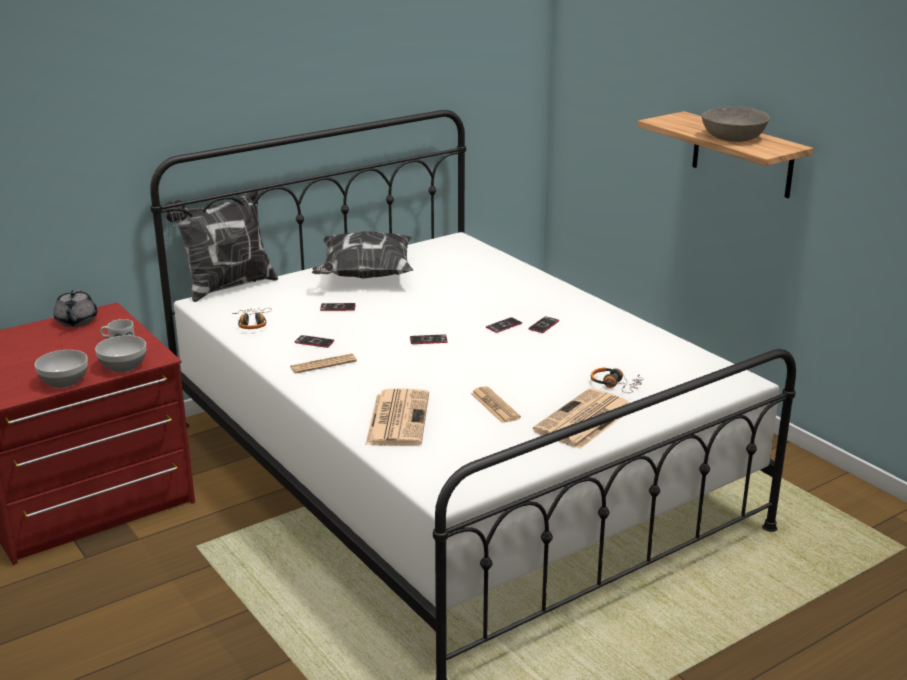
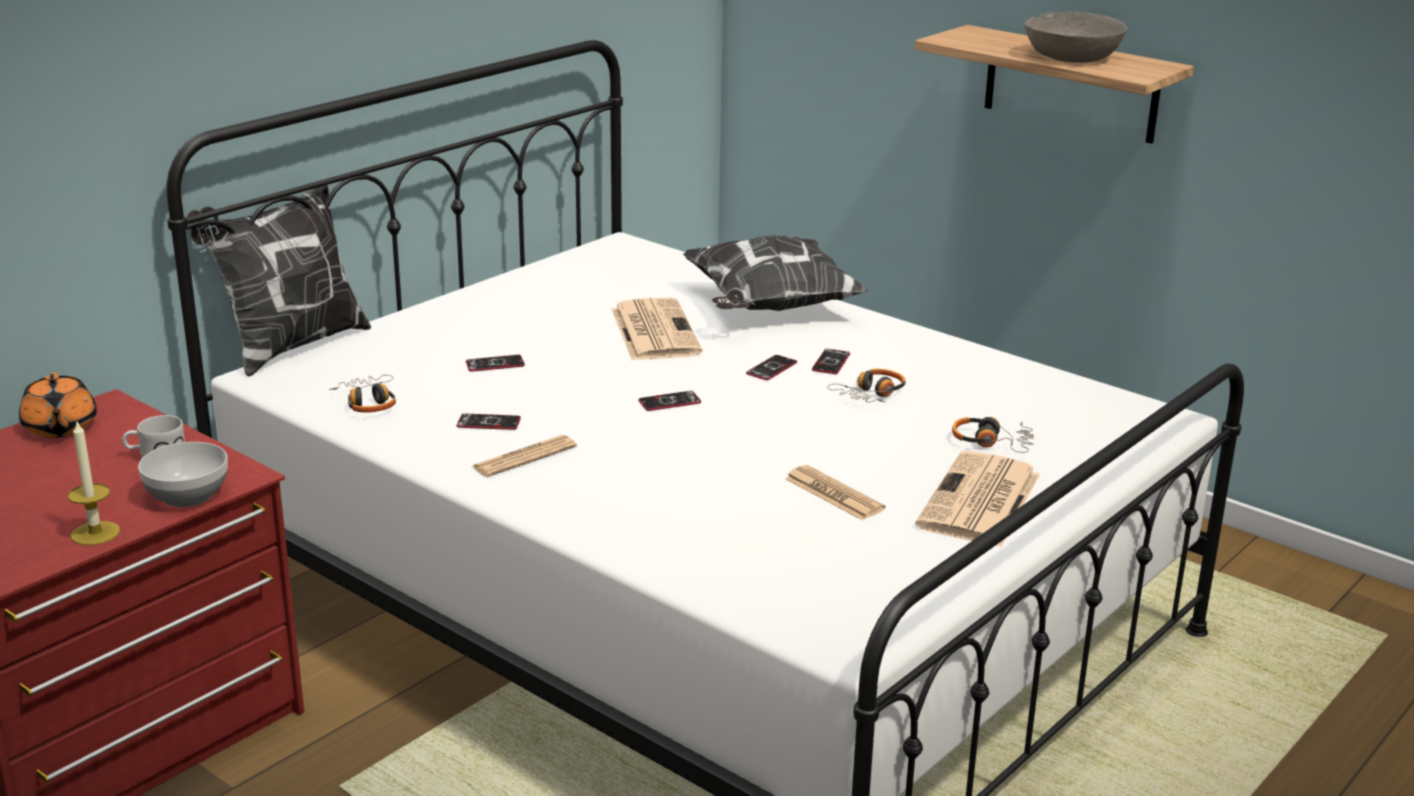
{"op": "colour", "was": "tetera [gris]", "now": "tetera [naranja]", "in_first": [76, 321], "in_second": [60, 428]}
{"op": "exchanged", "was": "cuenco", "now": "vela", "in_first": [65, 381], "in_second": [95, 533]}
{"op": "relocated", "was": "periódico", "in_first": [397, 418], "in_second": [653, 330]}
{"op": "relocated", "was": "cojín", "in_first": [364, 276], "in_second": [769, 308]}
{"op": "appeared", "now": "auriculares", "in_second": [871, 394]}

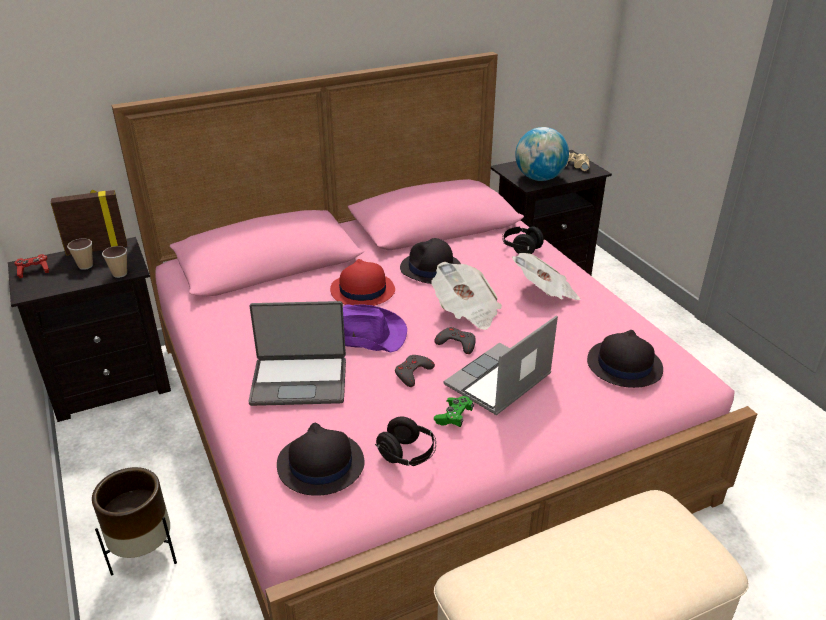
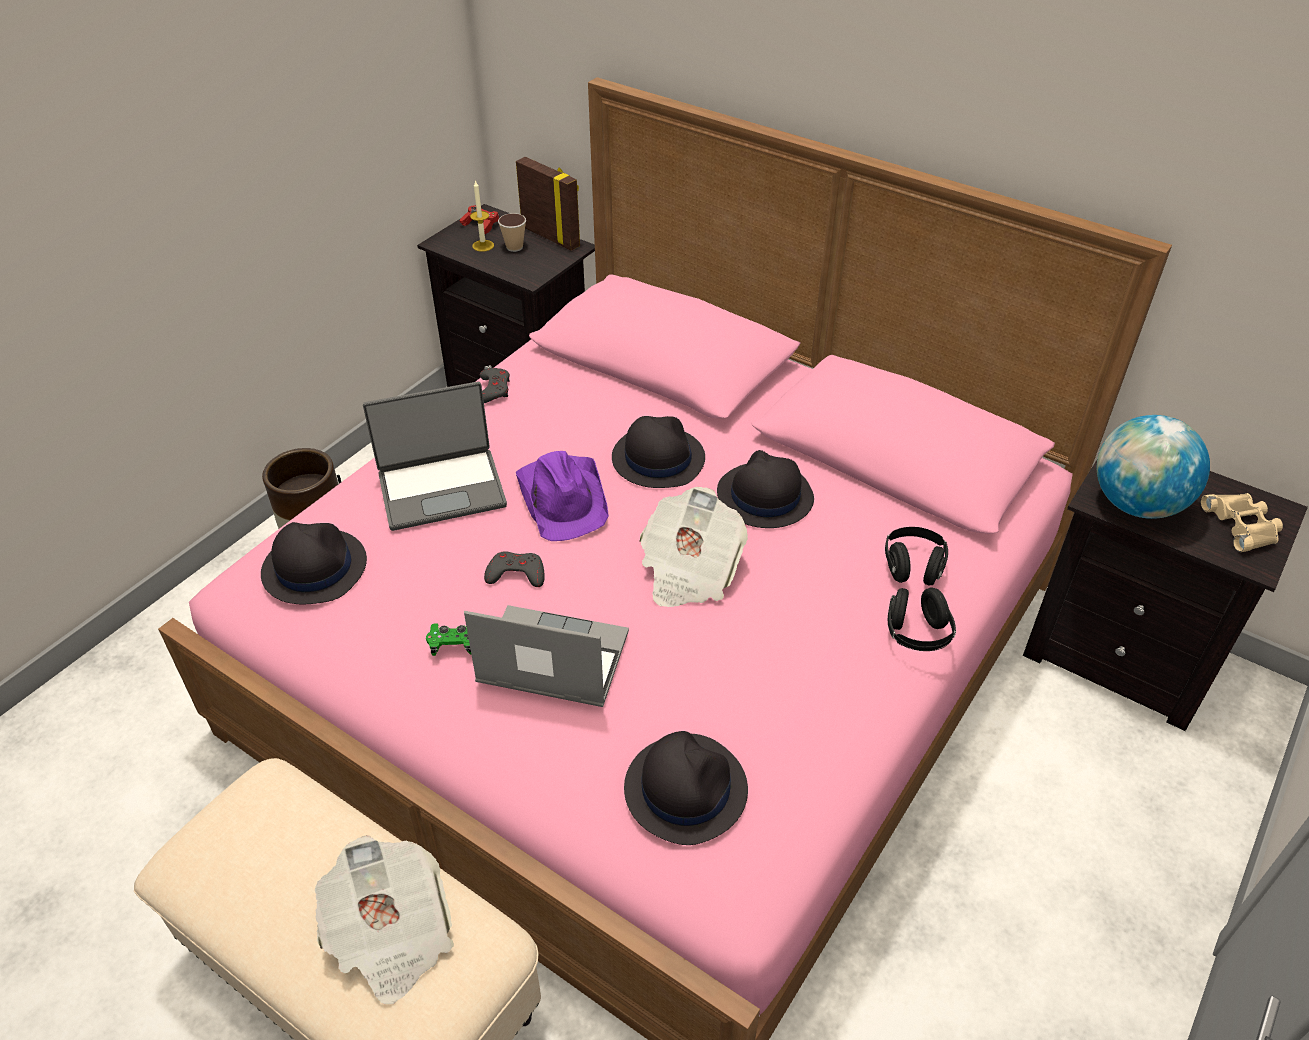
{"op": "relocated", "was": "periódico", "in_first": [545, 293], "in_second": [390, 935]}
{"op": "spun", "was": "portátil", "in_first": [299, 380], "in_second": [442, 489], "clockwise": -75}
{"op": "appeared", "now": "vela", "in_second": [483, 245]}
{"op": "relocated", "was": "mando de consola [gris]", "in_first": [456, 343], "in_second": [494, 389]}
{"op": "colour", "was": "sombrero [rojo]", "now": "sombrero [negro]", "in_first": [362, 290], "in_second": [657, 458]}
{"op": "relocated", "was": "auriculares [negro]", "in_first": [407, 455], "in_second": [916, 634]}
{"op": "missing", "was": "taza", "in_first": [120, 274]}

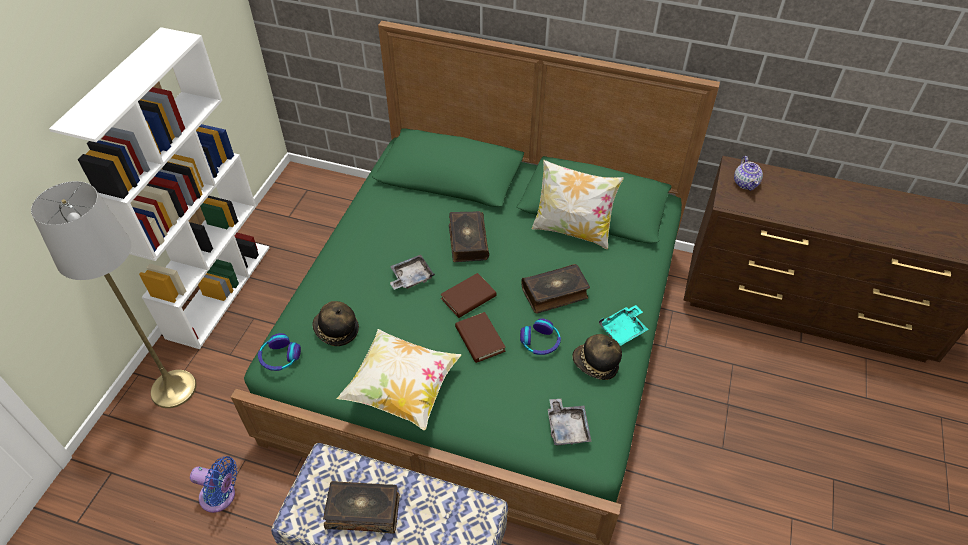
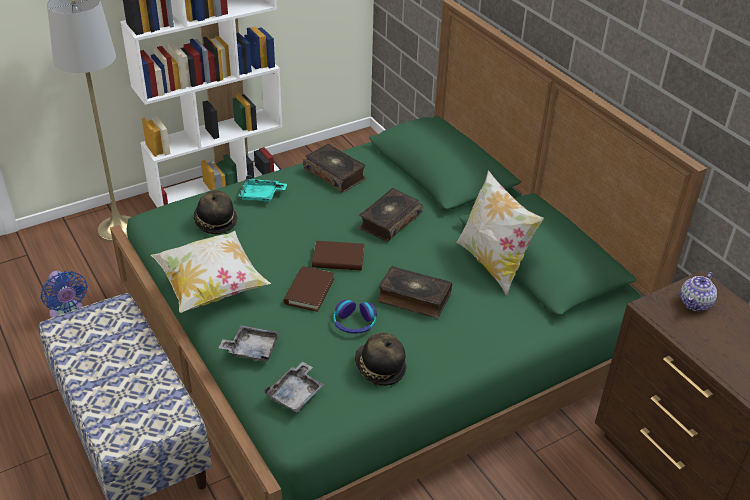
{"op": "relocated", "was": "bandeja [gris]", "in_first": [411, 277], "in_second": [252, 349]}
{"op": "relocated", "was": "bandeja [turquesa]", "in_first": [623, 330], "in_second": [261, 195]}
{"op": "relocated", "was": "libro", "in_first": [363, 510], "in_second": [335, 174]}
{"op": "missing", "was": "auriculares", "in_first": [280, 357]}

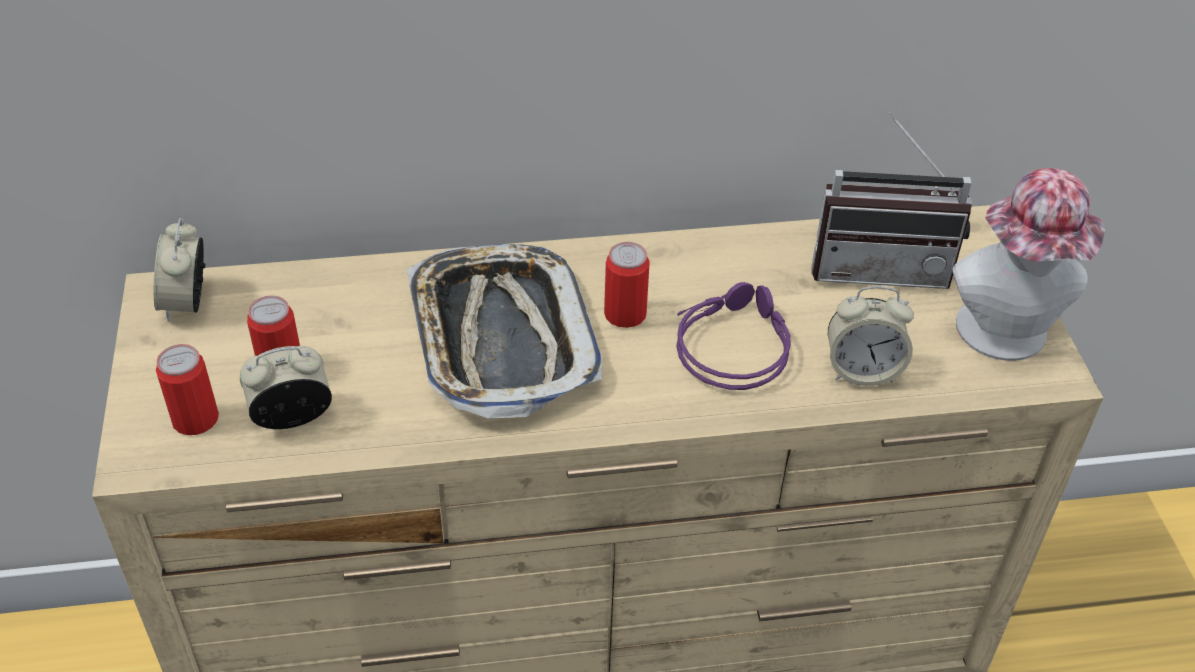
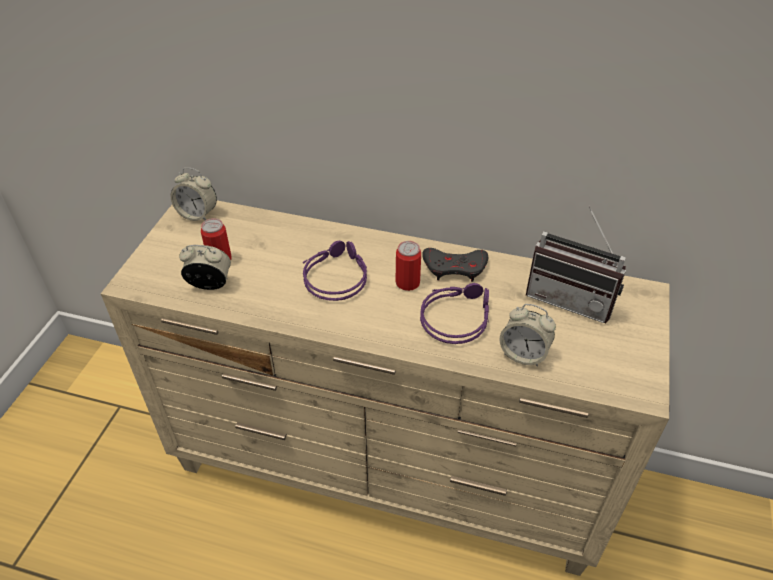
{"op": "spun", "was": "despertador", "in_first": [187, 302], "in_second": [198, 214], "clockwise": -90}
{"op": "exchanged", "was": "bandeja", "now": "auriculares [morado]", "in_first": [500, 338], "in_second": [335, 276]}
{"op": "appeared", "now": "mando de consola [gris]", "in_second": [455, 268]}
{"op": "missing", "was": "lata", "in_first": [195, 419]}
{"op": "missing", "was": "sombrero", "in_first": [1005, 338]}

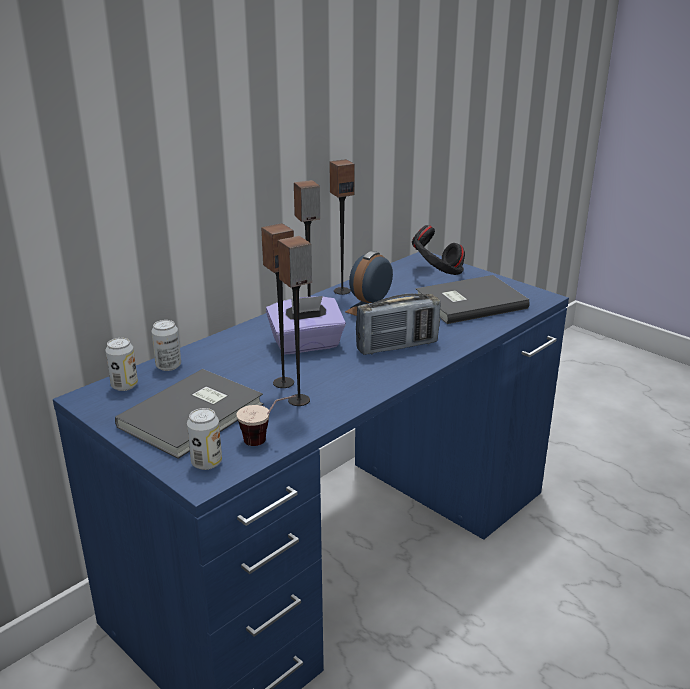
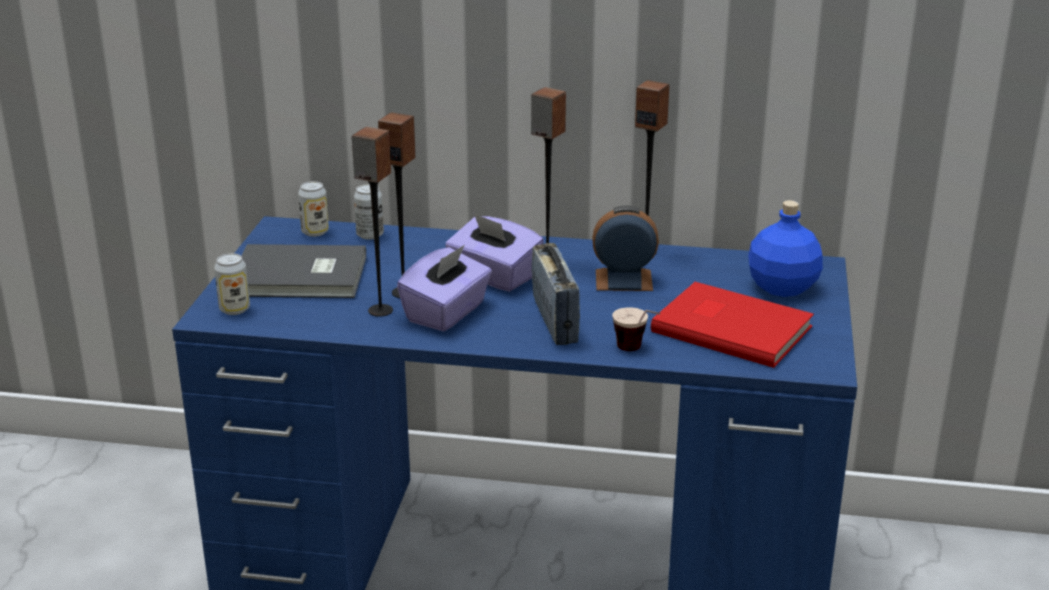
{"op": "appeared", "now": "caja de pañuelos [morado]", "in_second": [447, 313]}
{"op": "spun", "was": "radio", "in_first": [397, 346], "in_second": [555, 321], "clockwise": -135}
{"op": "relocated", "was": "taza", "in_first": [268, 441], "in_second": [637, 352]}
{"op": "colour", "was": "libro [gris]", "now": "libro [rojo]", "in_first": [468, 302], "in_second": [731, 327]}
{"op": "exchanged", "was": "auriculares [negro]", "now": "botella [azul]", "in_first": [437, 274], "in_second": [781, 287]}

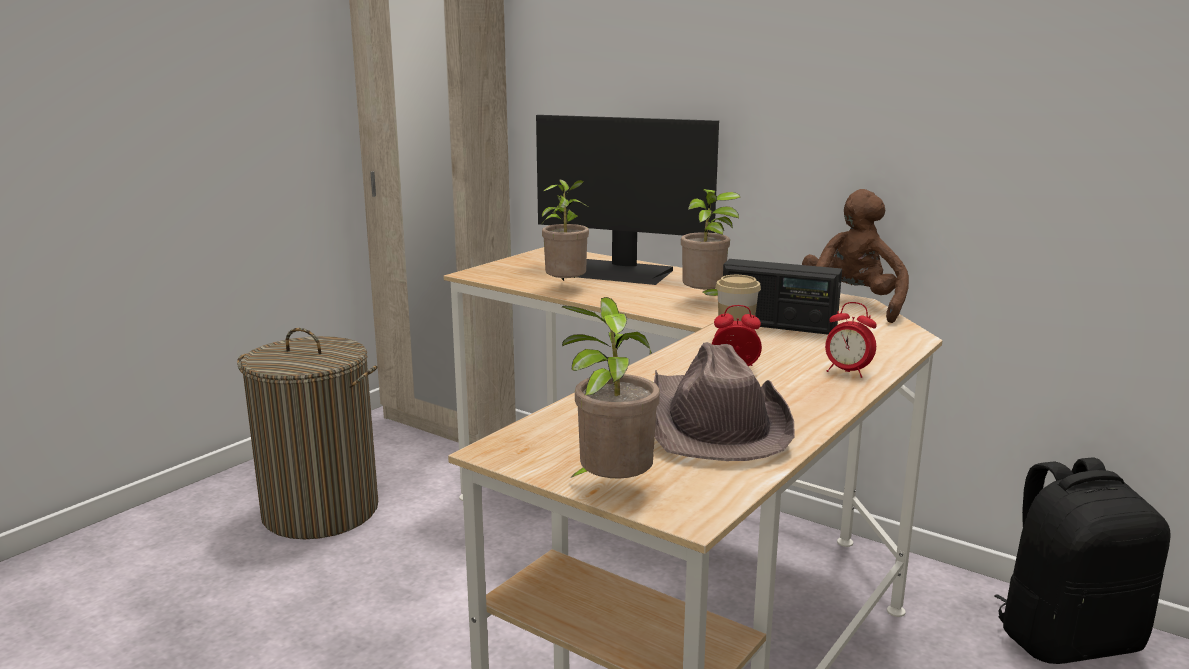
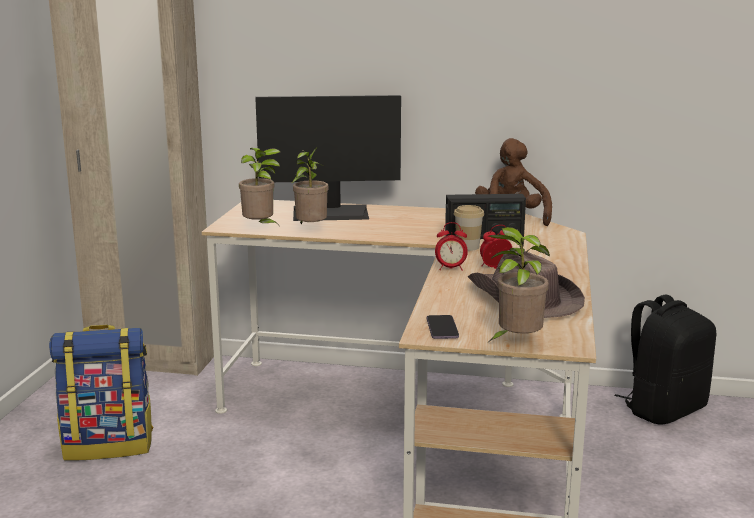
{"op": "exchanged", "was": "cesto de la ropa", "now": "mochila", "in_first": [321, 511], "in_second": [109, 445]}
{"op": "relocated", "was": "planta en maceta", "in_first": [706, 301], "in_second": [260, 227]}
{"op": "appeared", "now": "móvil", "in_second": [442, 329]}
{"op": "relocated", "was": "despertador", "in_first": [847, 372], "in_second": [450, 268]}

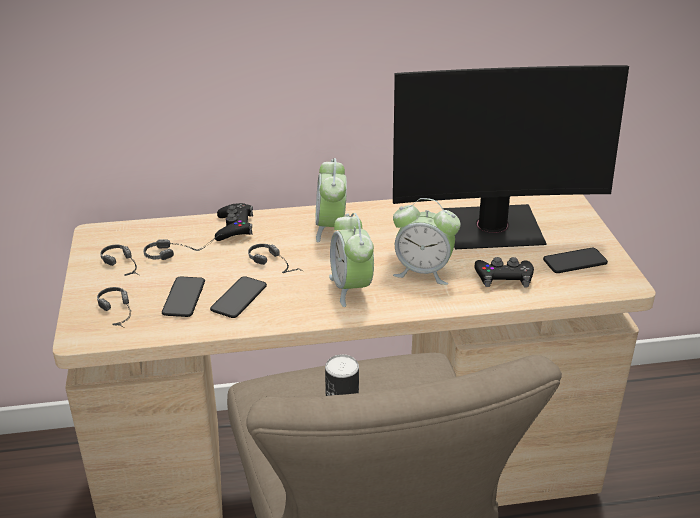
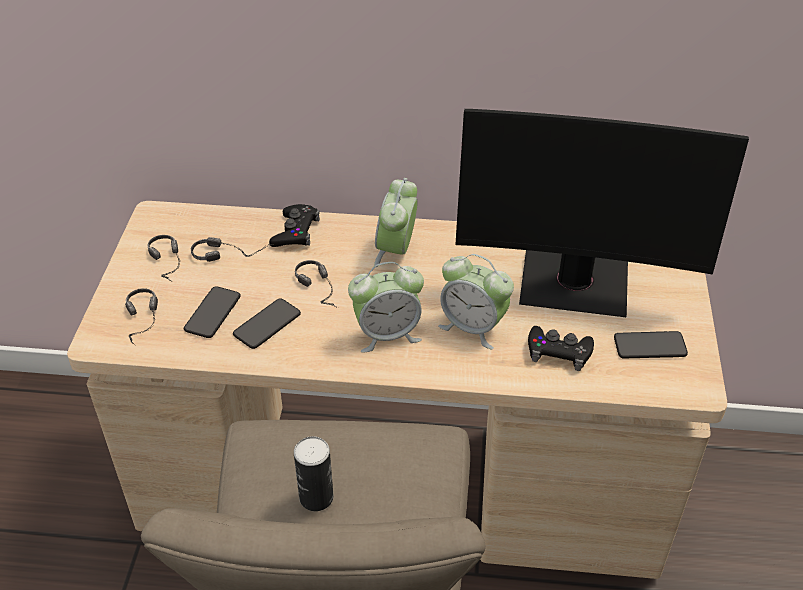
{"op": "spun", "was": "despertador", "in_first": [351, 288], "in_second": [387, 334], "clockwise": -105}

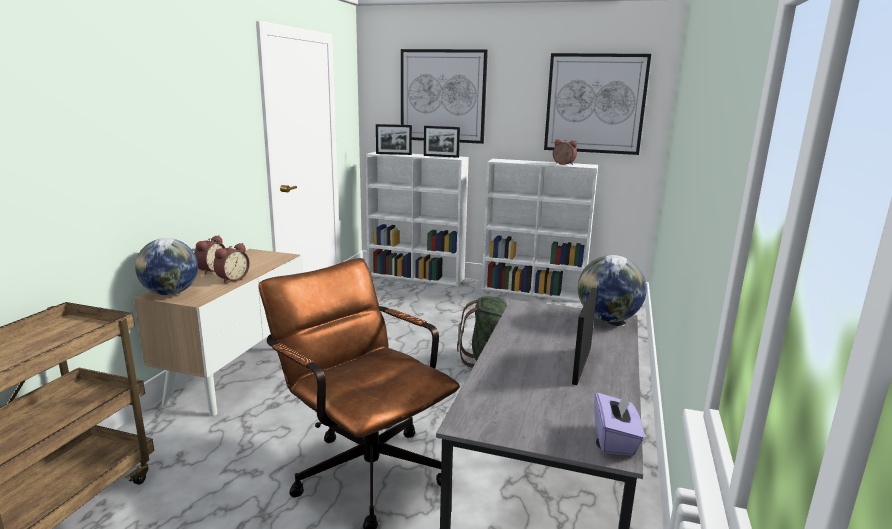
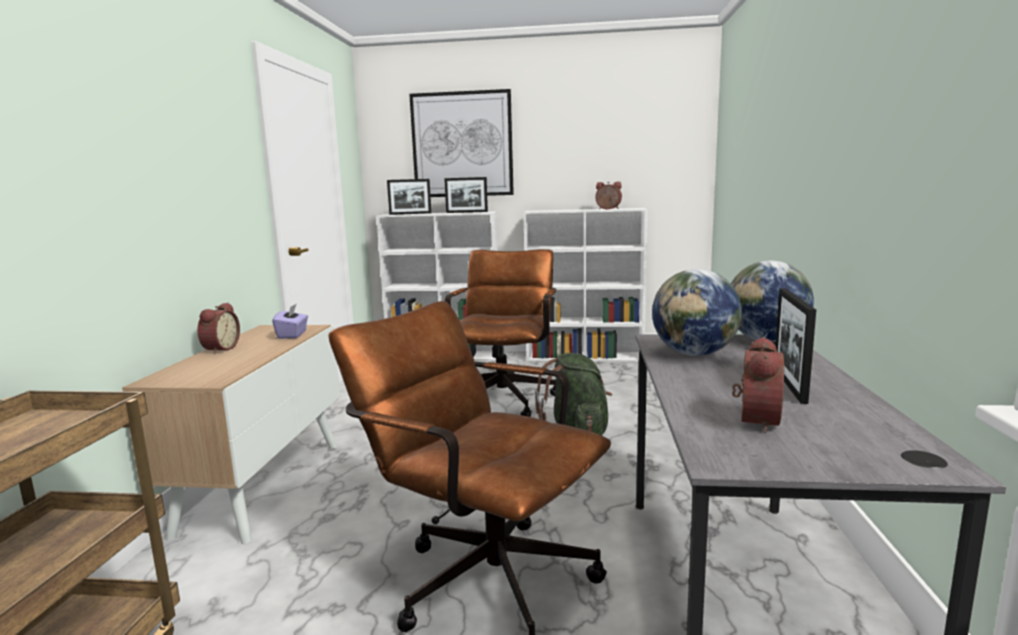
{"op": "relocated", "was": "caja de pañuelos [morado]", "in_first": [615, 440], "in_second": [292, 335]}
{"op": "appeared", "now": "silla de oficina [marrón]", "in_second": [505, 396]}
{"op": "relocated", "was": "globo terráqueo", "in_first": [170, 293], "in_second": [694, 354]}
{"op": "relocated", "was": "despertador", "in_first": [231, 279], "in_second": [754, 420]}
{"op": "missing", "was": "cuadro", "in_first": [595, 104]}

